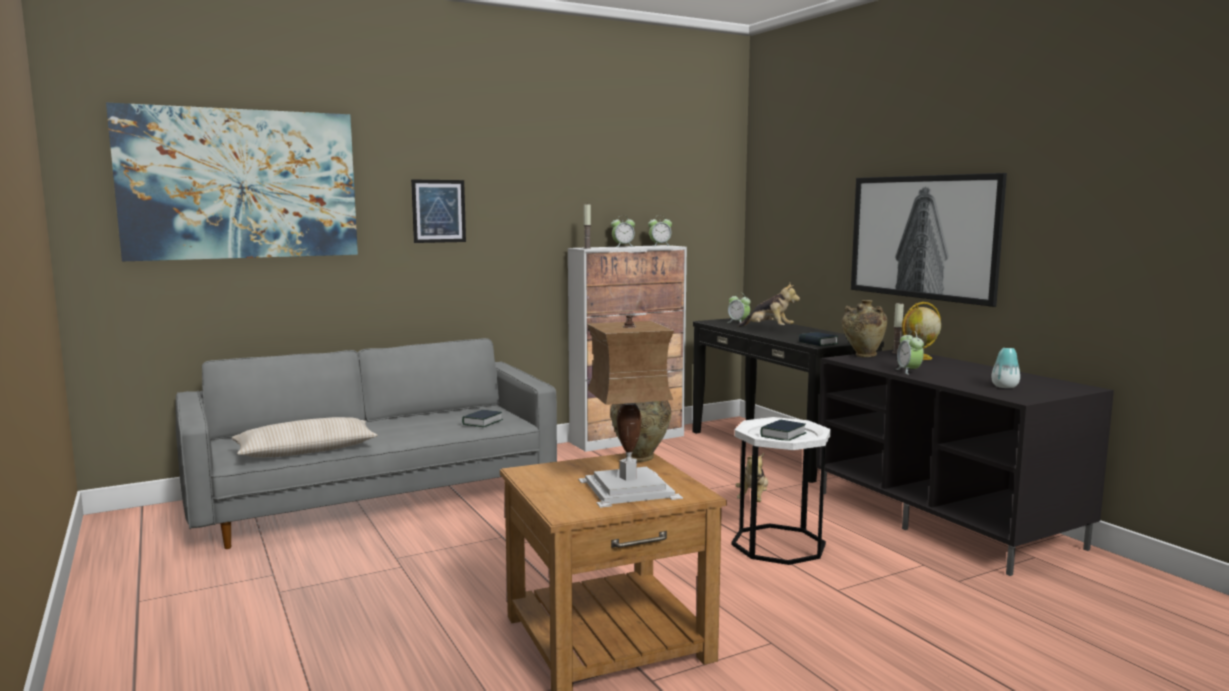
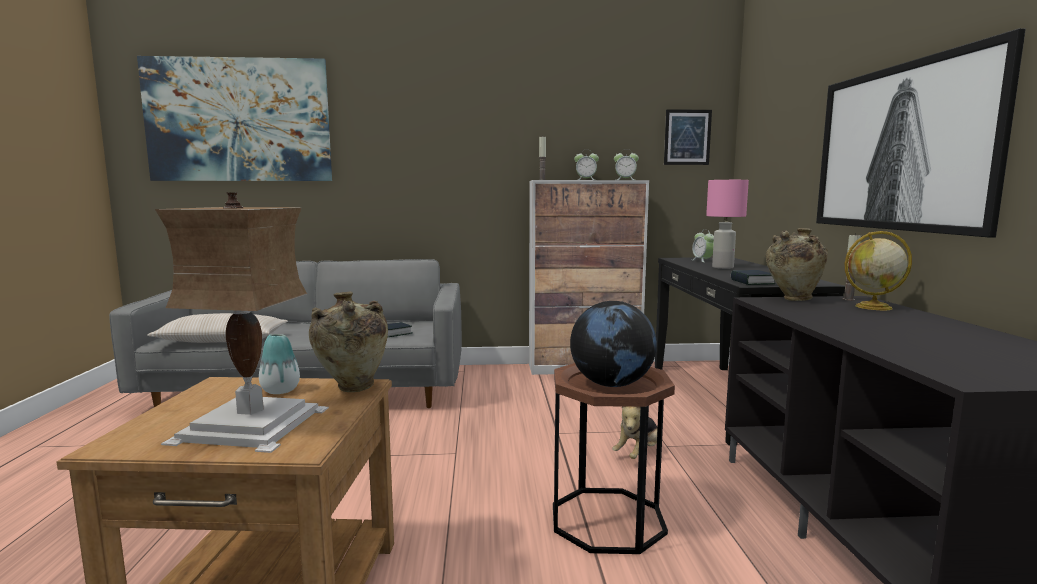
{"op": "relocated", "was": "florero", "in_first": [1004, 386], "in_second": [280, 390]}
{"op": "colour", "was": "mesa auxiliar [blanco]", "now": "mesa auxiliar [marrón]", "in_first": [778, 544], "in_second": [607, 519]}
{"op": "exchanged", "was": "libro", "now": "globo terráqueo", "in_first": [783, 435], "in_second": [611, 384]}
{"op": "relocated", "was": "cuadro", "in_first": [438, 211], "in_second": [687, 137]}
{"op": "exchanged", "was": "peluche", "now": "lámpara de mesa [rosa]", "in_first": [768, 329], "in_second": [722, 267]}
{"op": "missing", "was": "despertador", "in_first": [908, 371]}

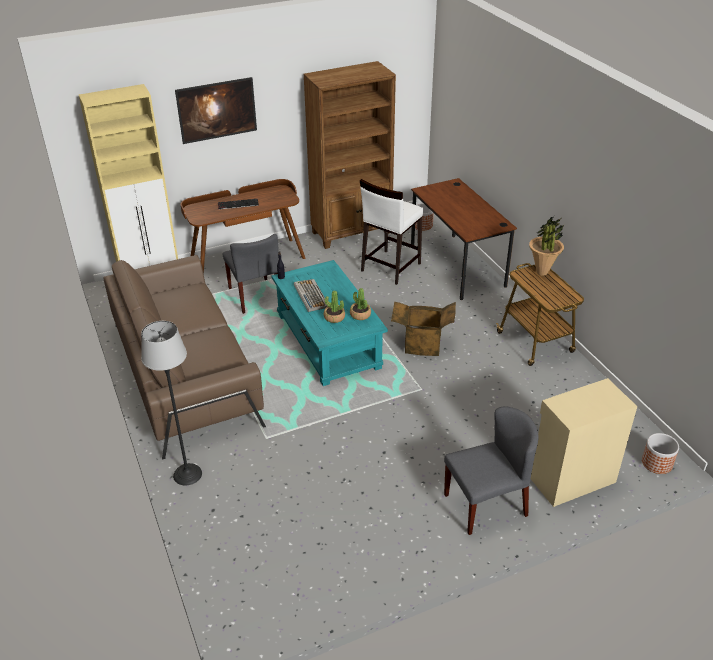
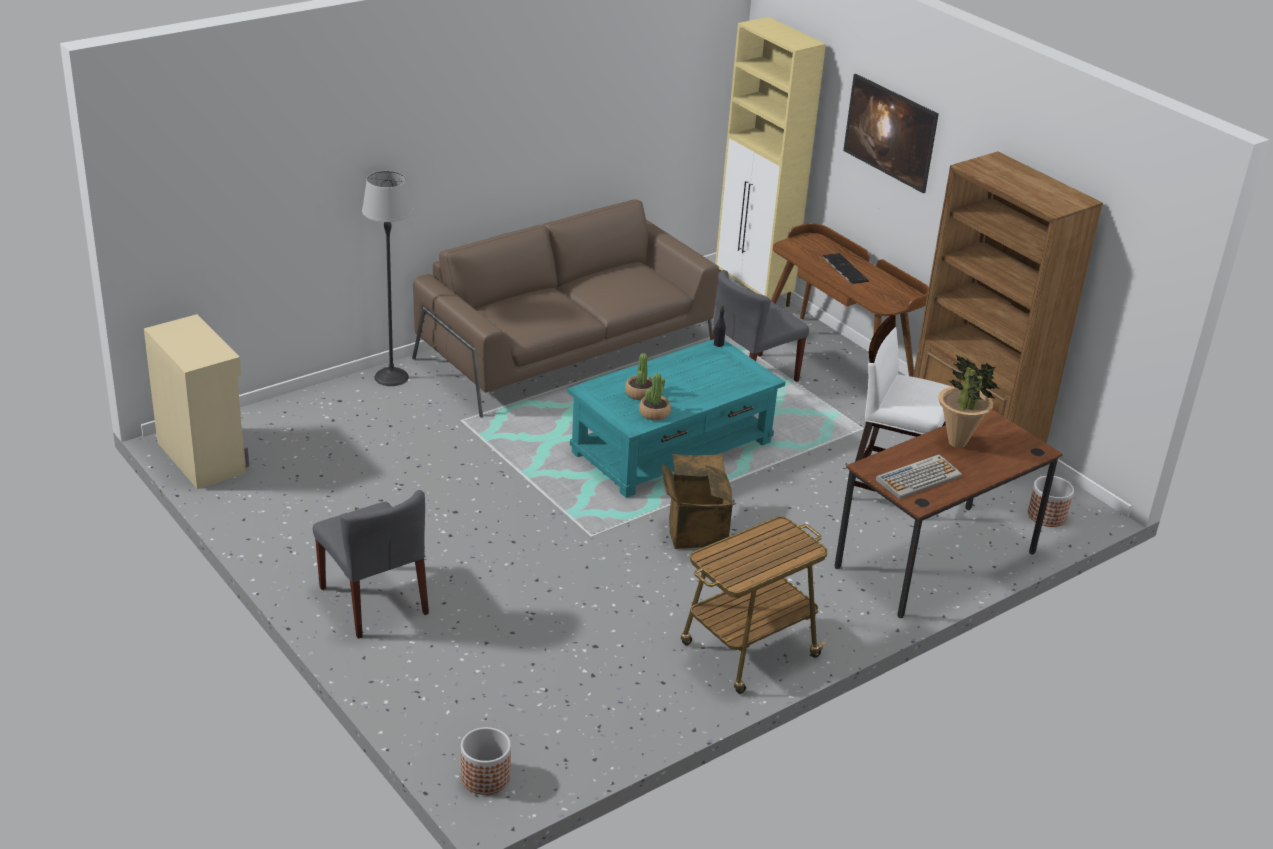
{"op": "relocated", "was": "armario [beis]", "in_first": [571, 479], "in_second": [202, 456]}
{"op": "relocated", "was": "teclado", "in_first": [310, 295], "in_second": [918, 478]}
{"op": "relocated", "was": "planta en maceta", "in_first": [542, 272], "in_second": [957, 443]}

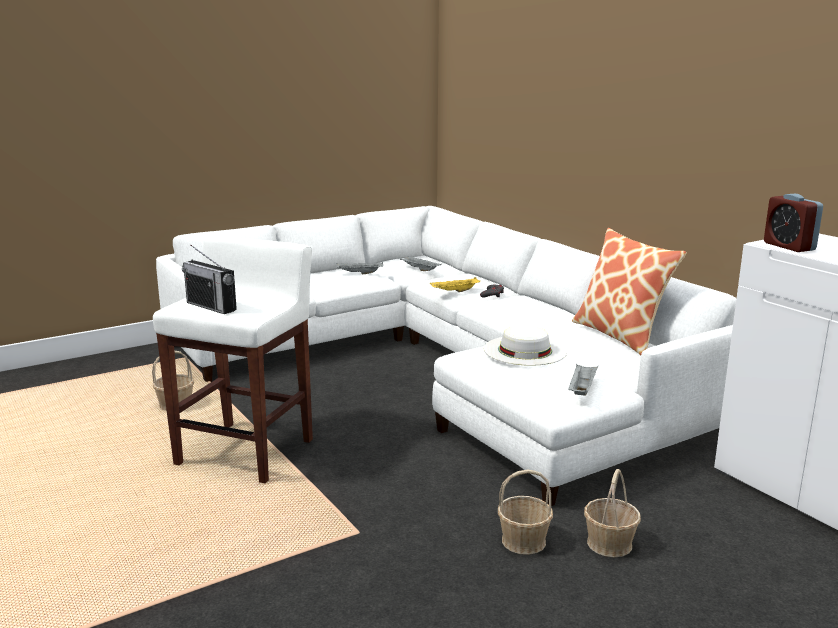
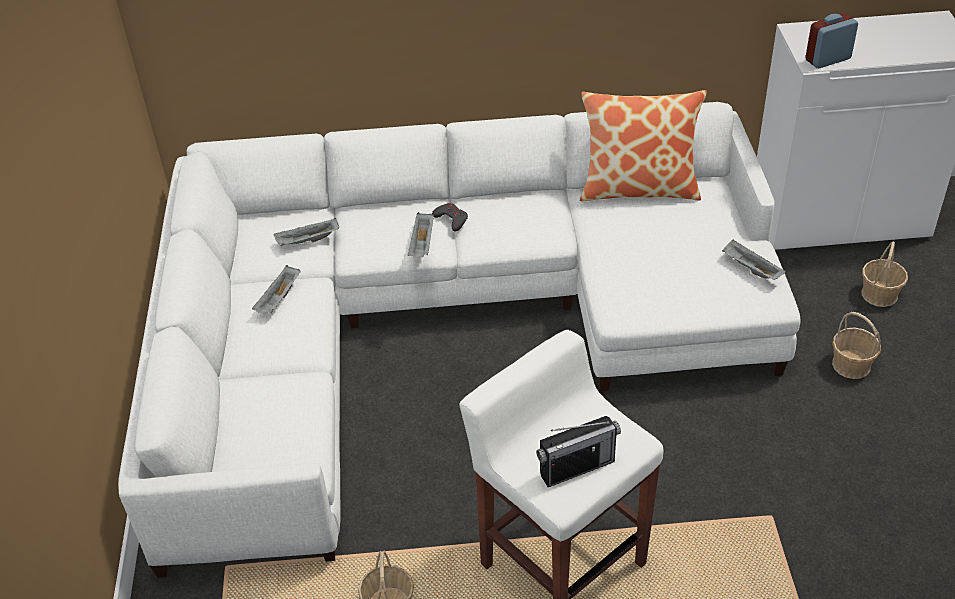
{"op": "colour", "was": "bandeja [amarillo]", "now": "bandeja [gris]", "in_first": [454, 292], "in_second": [422, 244]}
{"op": "spun", "was": "despertador", "in_first": [789, 246], "in_second": [827, 59], "clockwise": 150}
{"op": "relocated", "was": "cesta", "in_first": [524, 541], "in_second": [879, 294]}
{"op": "missing", "was": "sombrero [blanco]", "in_first": [524, 350]}

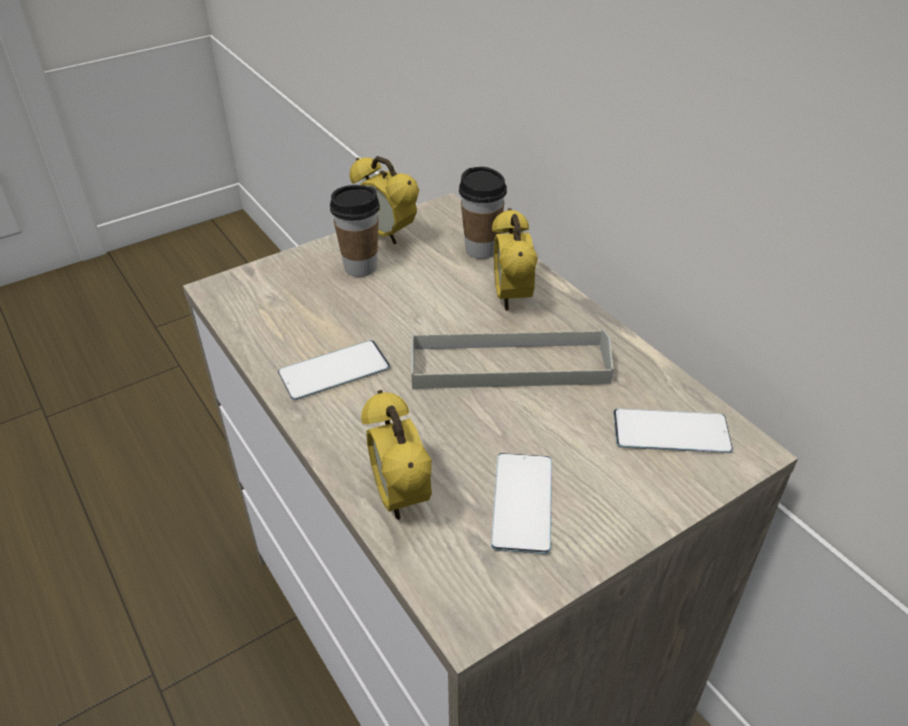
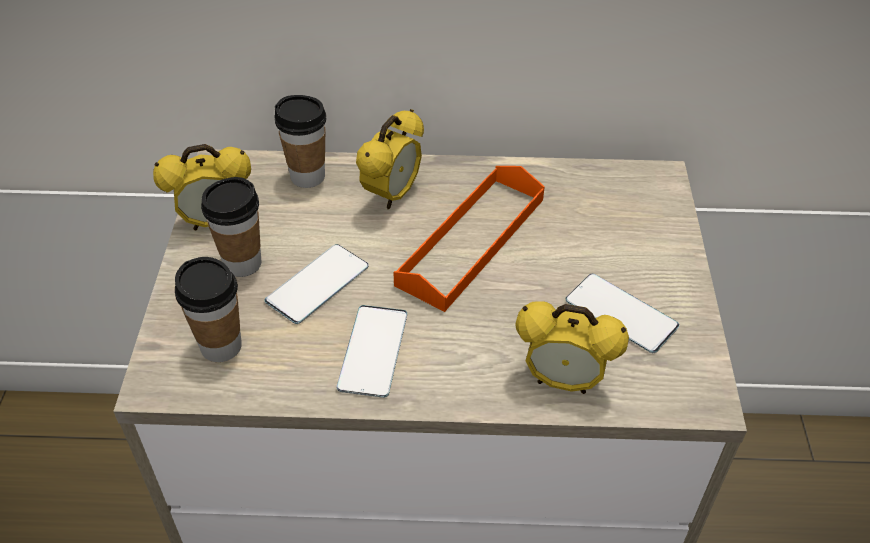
{"op": "appeared", "now": "taza", "in_second": [221, 346]}
{"op": "relocated", "was": "móvil", "in_first": [671, 432], "in_second": [317, 284]}
{"op": "spun", "was": "despertador", "in_first": [511, 298], "in_second": [392, 195], "clockwise": -90}
{"op": "colour", "was": "bandeja [gris]", "now": "bandeja [naranja]", "in_first": [509, 365], "in_second": [471, 241]}

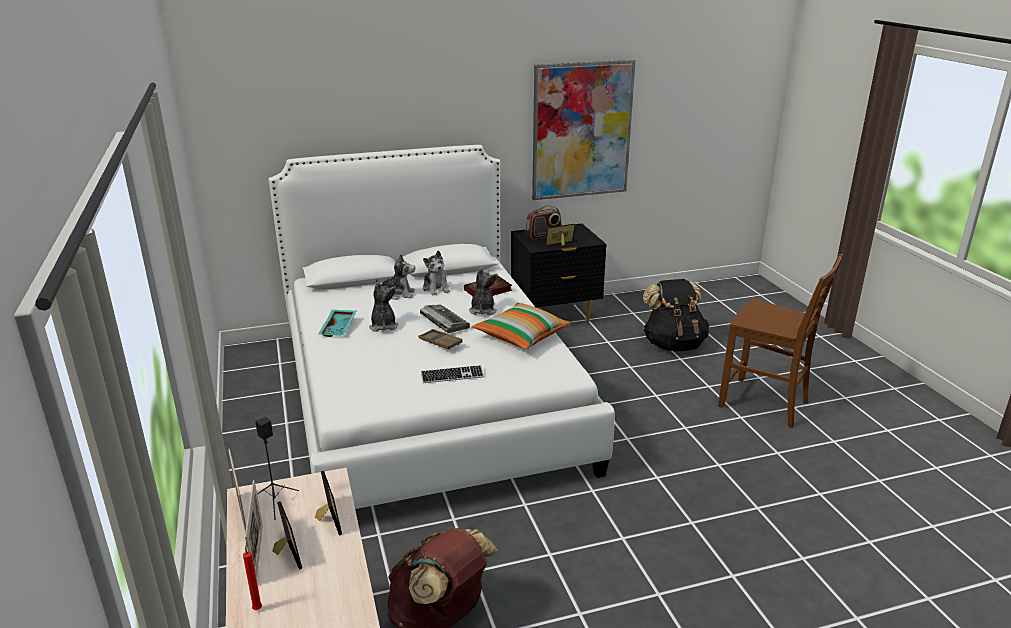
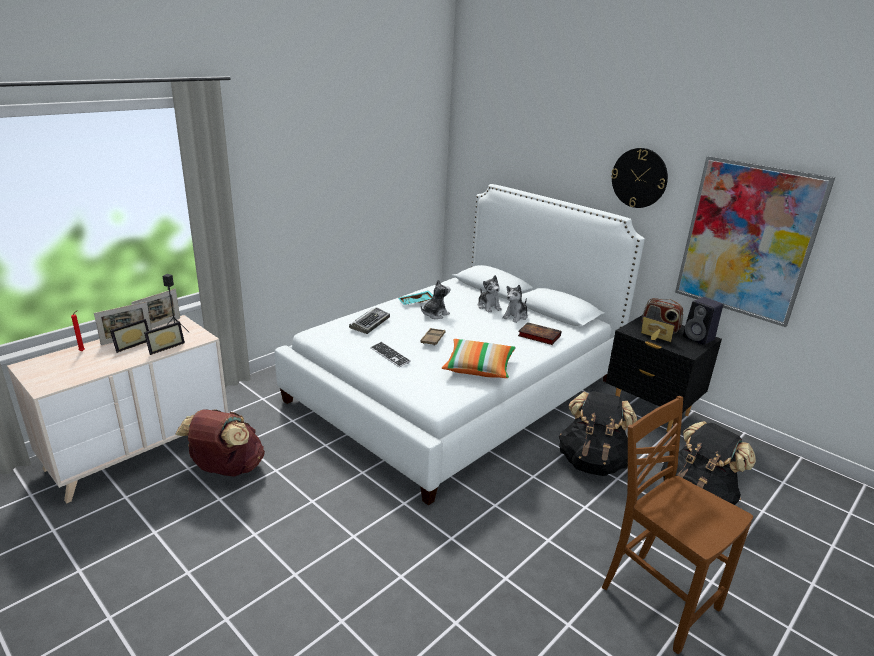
{"op": "relocated", "was": "teclado", "in_first": [444, 322], "in_second": [370, 323]}
{"op": "appeared", "now": "mochila [negro]", "in_second": [592, 462]}
{"op": "spun", "was": "silla [marrón]", "in_first": [765, 404], "in_second": [657, 597], "clockwise": 135}
{"op": "appeared", "now": "reloj de pared", "in_second": [639, 178]}
{"op": "appeared", "now": "altavoz [negro]", "in_second": [699, 338]}
{"op": "missing", "was": "peluche", "in_first": [482, 310]}

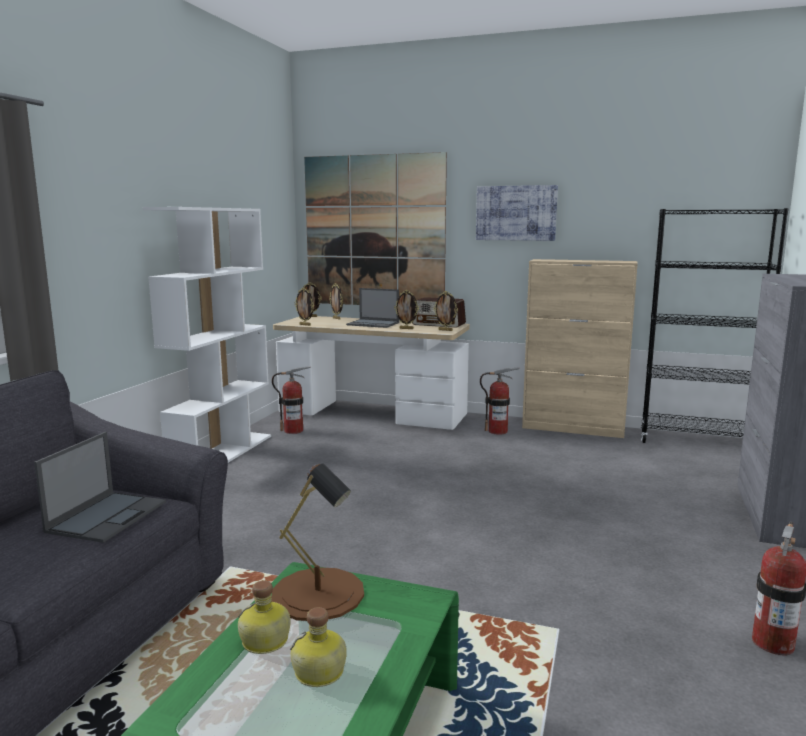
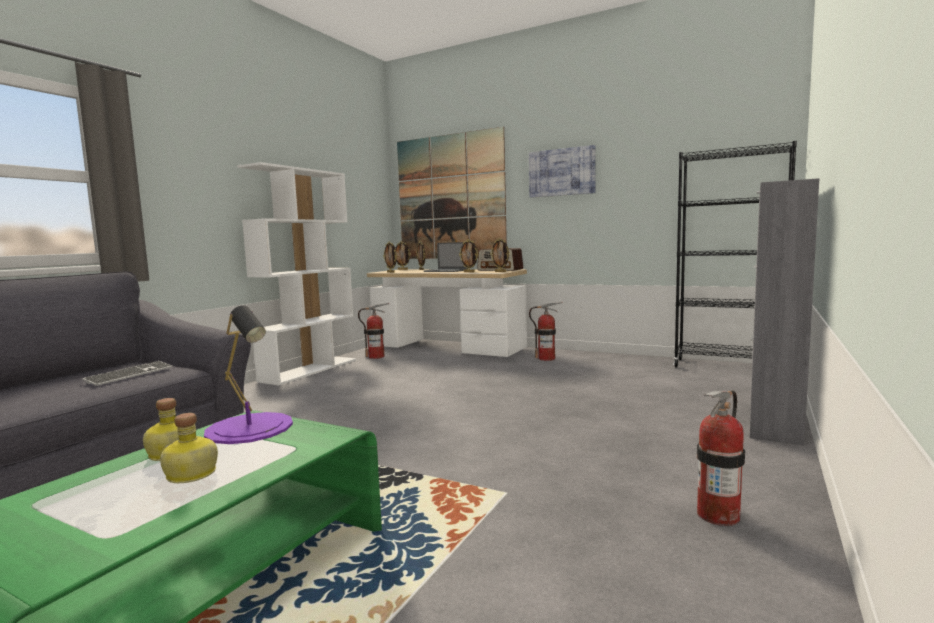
{"op": "exchanged", "was": "portátil", "now": "teclado", "in_first": [108, 516], "in_second": [130, 375]}
{"op": "colour", "was": "lámpara de mesa [marrón]", "now": "lámpara de mesa [morado]", "in_first": [318, 593], "in_second": [250, 428]}
{"op": "missing", "was": "armario [beis]", "in_first": [573, 428]}

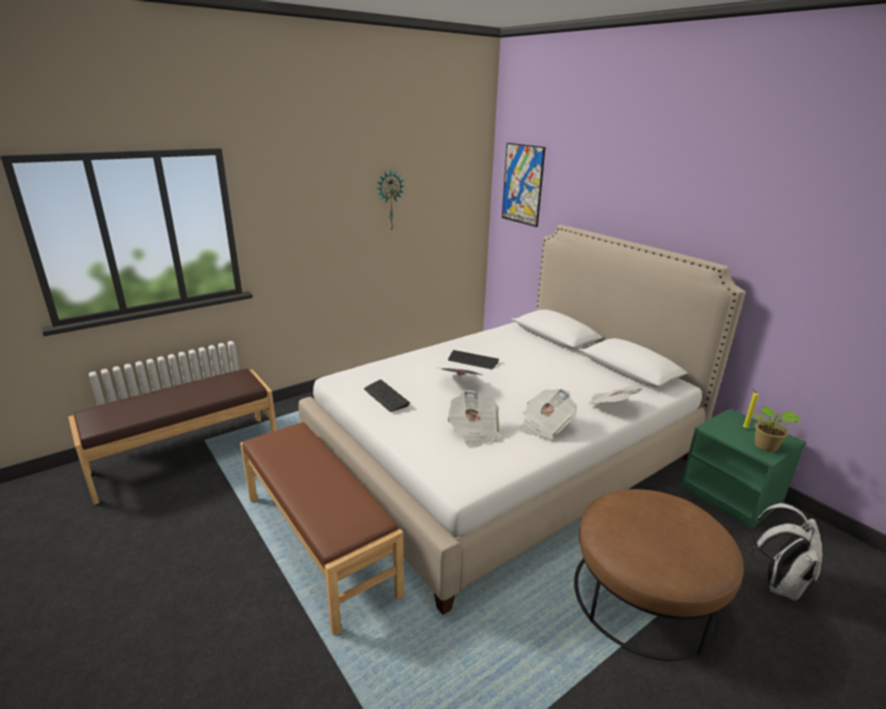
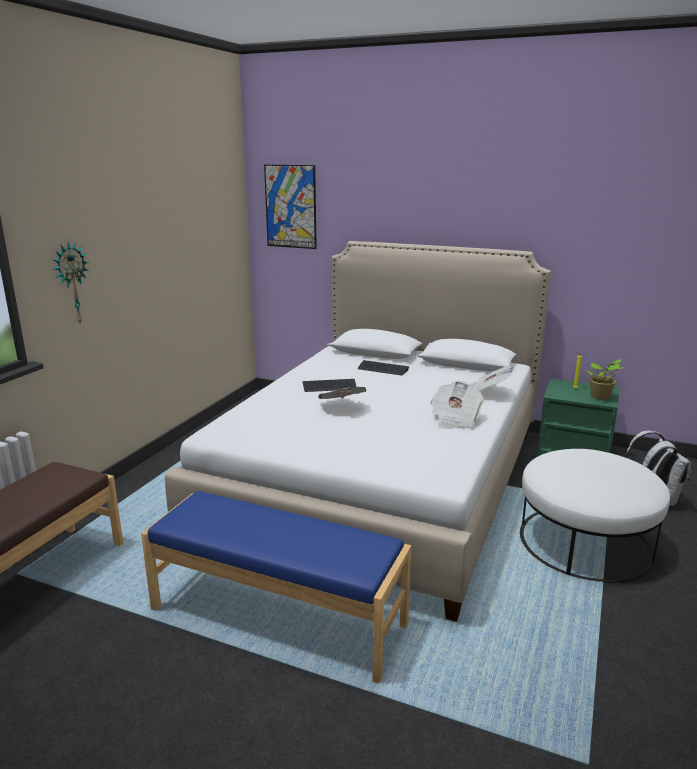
{"op": "relocated", "was": "reloj de pared", "in_first": [389, 200], "in_second": [71, 283]}
{"op": "colour", "was": "banco [marrón]", "now": "banco [azul]", "in_first": [320, 543], "in_second": [278, 615]}
{"op": "relocated", "was": "teclado", "in_first": [386, 397], "in_second": [383, 369]}
{"op": "colour", "was": "puf [marrón]", "now": "puf [blanco]", "in_first": [645, 596], "in_second": [585, 542]}
{"op": "missing", "was": "periódico", "in_first": [473, 432]}

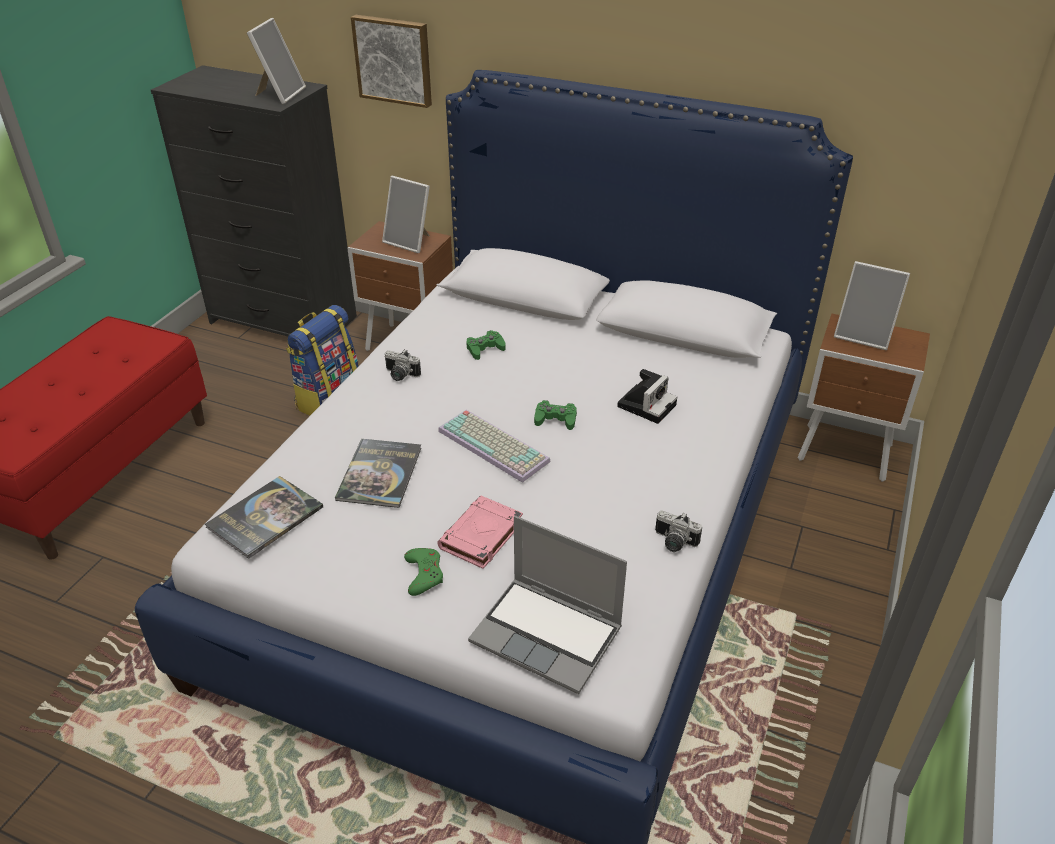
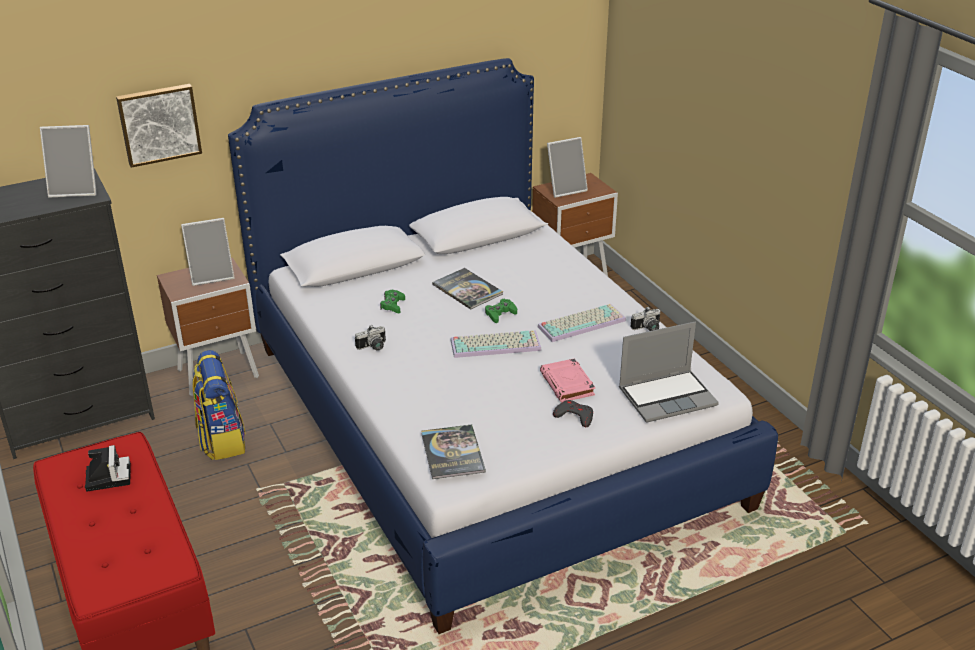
{"op": "spun", "was": "portarretratos", "in_first": [280, 94], "in_second": [76, 189], "clockwise": 120}
{"op": "relocated", "was": "cámara", "in_first": [647, 404], "in_second": [108, 476]}
{"op": "relocated", "was": "libro", "in_first": [379, 474], "in_second": [467, 289]}
{"op": "appeared", "now": "teclado", "in_second": [582, 322]}
{"op": "colour", "was": "mando de consola [verde]", "now": "mando de consola [gris]", "in_first": [424, 574], "in_second": [574, 416]}

